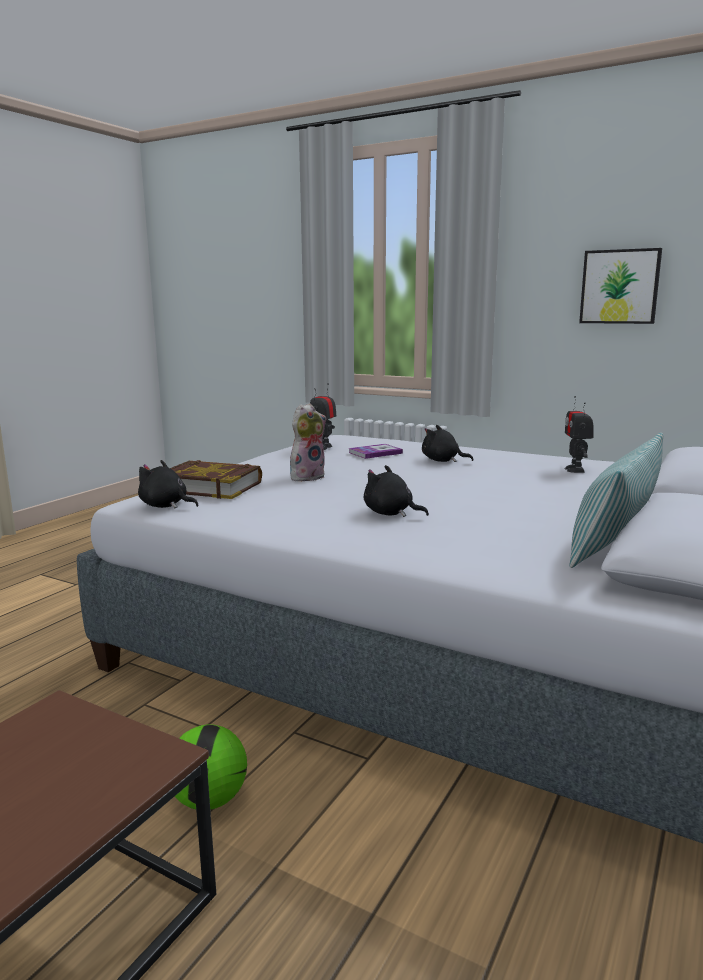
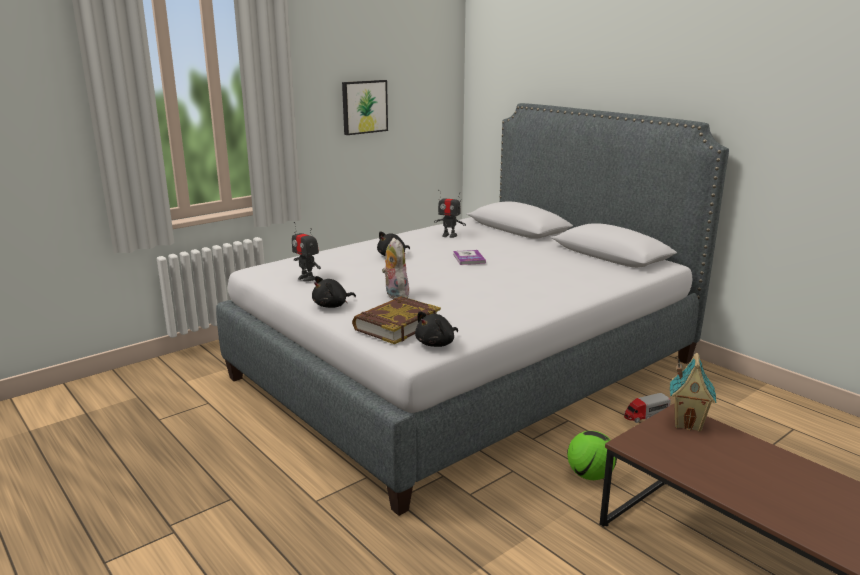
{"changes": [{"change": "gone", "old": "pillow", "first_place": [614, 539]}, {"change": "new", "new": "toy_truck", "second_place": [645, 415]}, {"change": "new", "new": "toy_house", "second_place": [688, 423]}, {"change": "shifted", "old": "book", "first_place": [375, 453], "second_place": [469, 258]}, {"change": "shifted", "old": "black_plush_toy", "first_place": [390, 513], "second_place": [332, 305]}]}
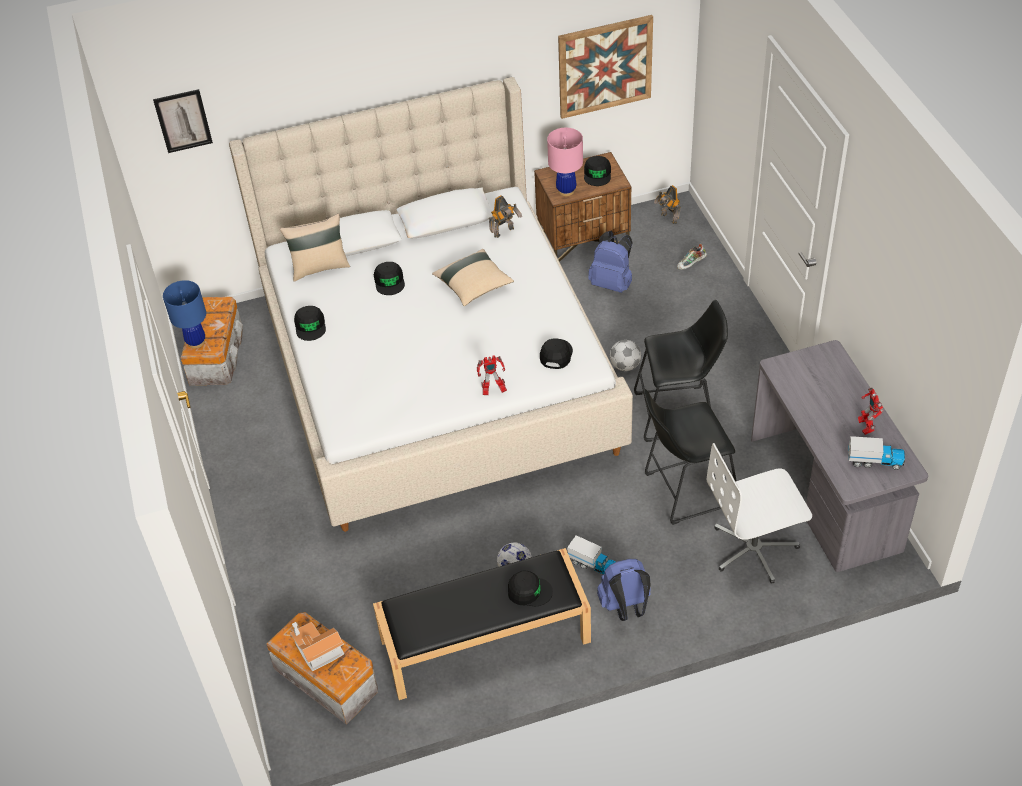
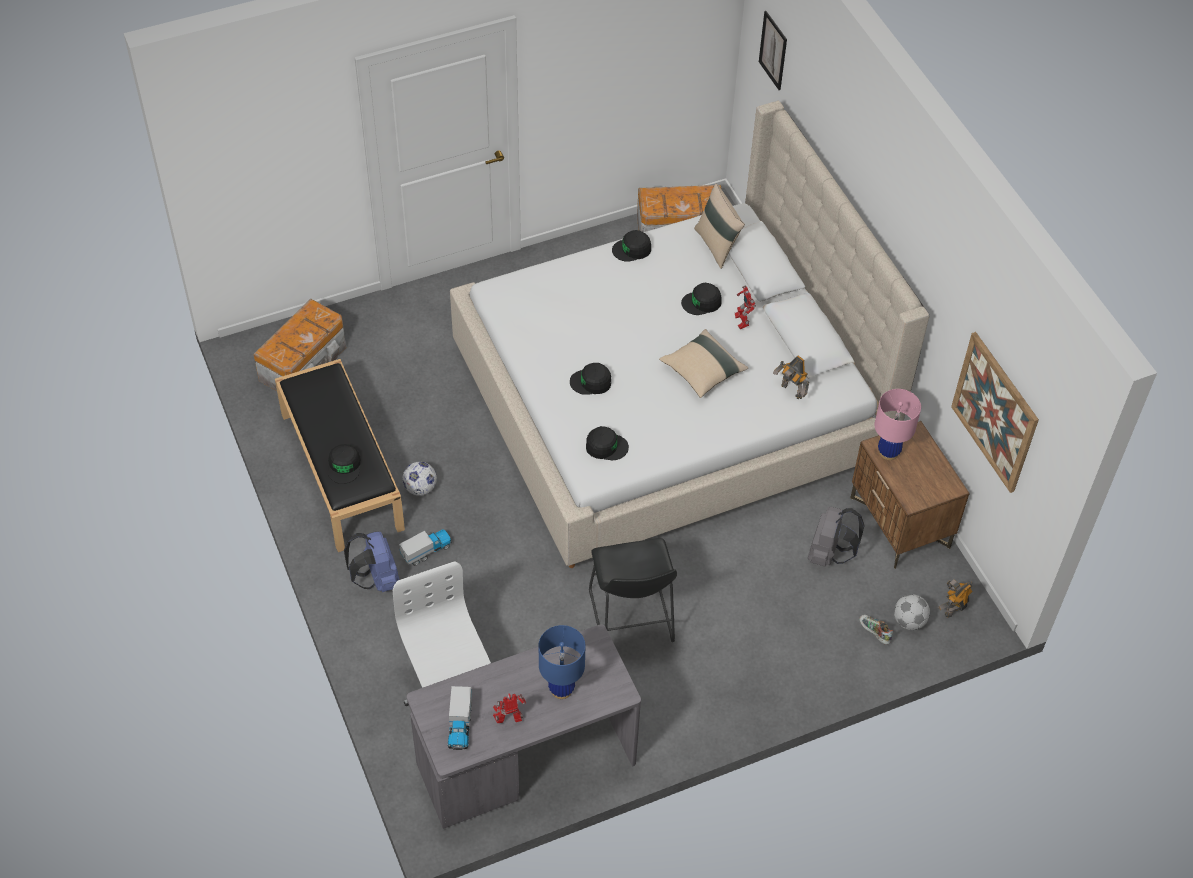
{"changes": [{"change": "gone", "old": "toy_house", "first_place": [316, 651]}, {"change": "gone", "old": "black_stool", "first_place": [685, 490]}, {"change": "shifted", "old": "blue_table_lamp", "first_place": [196, 342], "second_place": [561, 689]}, {"change": "shifted", "old": "toy_robot", "first_place": [493, 391], "second_place": [741, 321]}, {"change": "shifted", "old": "black_cap", "first_place": [597, 174], "second_place": [591, 382]}, {"change": "shifted", "old": "football", "first_place": [625, 366], "second_place": [909, 621]}, {"change": "repainted", "old": "blue_backpack", "new": "grey_backpack", "first_place": [612, 283], "second_place": [829, 554]}, {"change": "rotated", "old": "toy_truck", "first_place": [594, 565], "second_place": [426, 551], "degrees": -150}]}
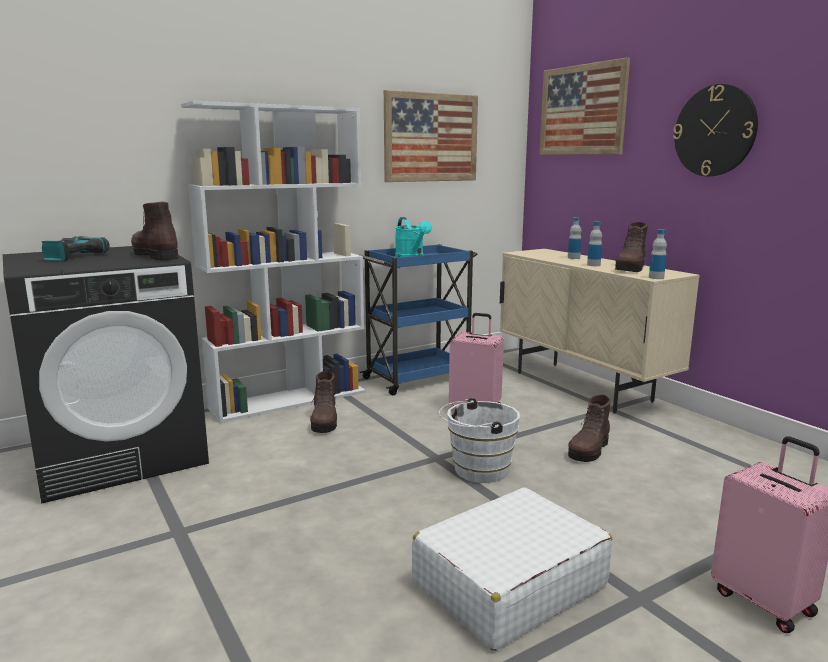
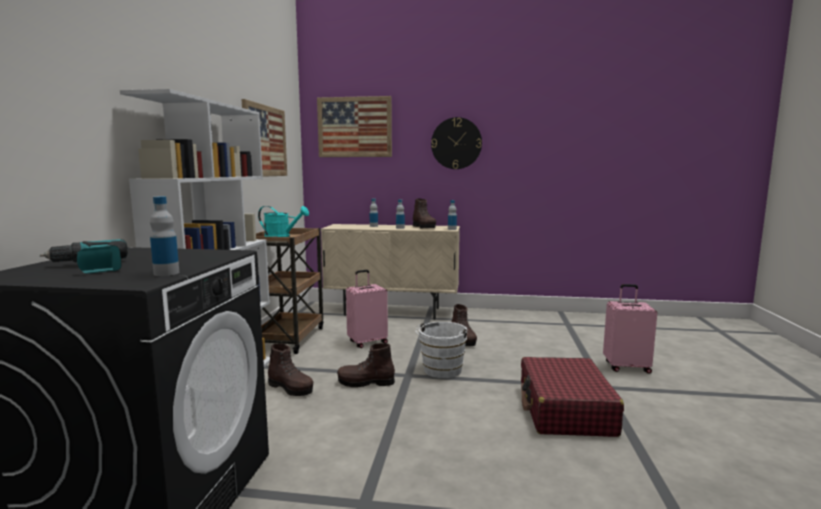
{"changes": [{"change": "new", "new": "bottle", "second_place": [166, 273]}, {"change": "shifted", "old": "brown_boot", "first_place": [155, 255], "second_place": [365, 383]}, {"change": "repainted", "old": "blue_cart", "new": "brown_cart", "first_place": [418, 378], "second_place": [289, 338]}, {"change": "repainted", "old": "white_suitcase", "new": "red_suitcase", "first_place": [508, 584], "second_place": [565, 410]}]}
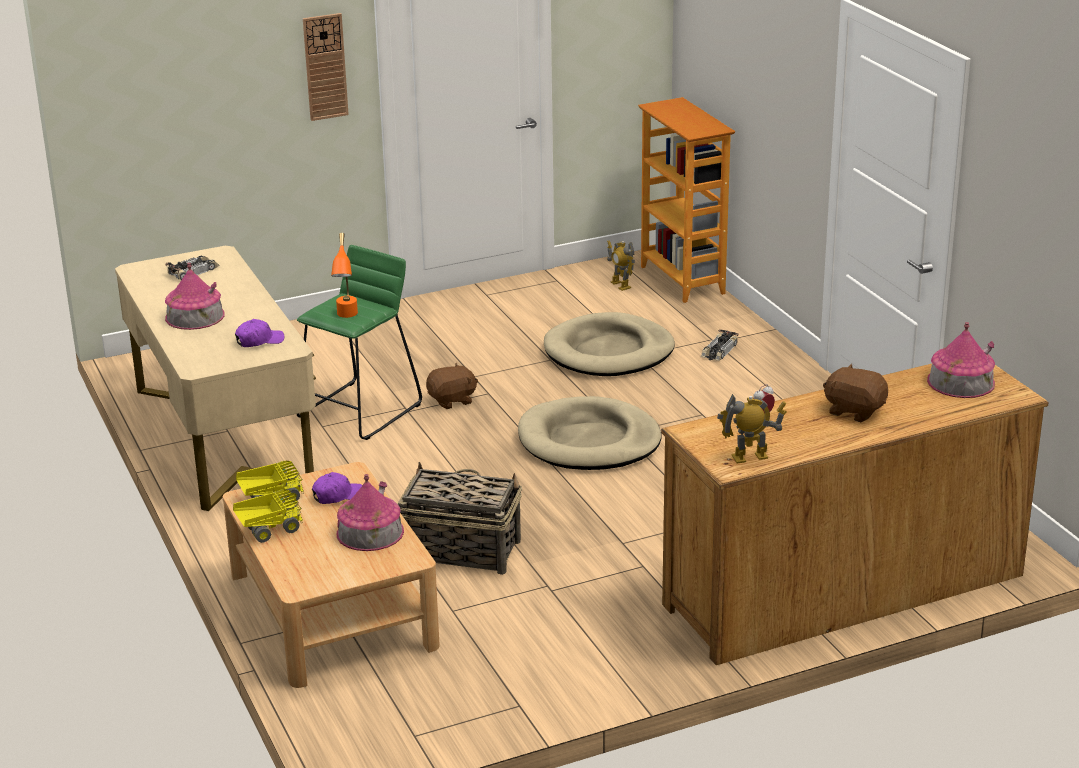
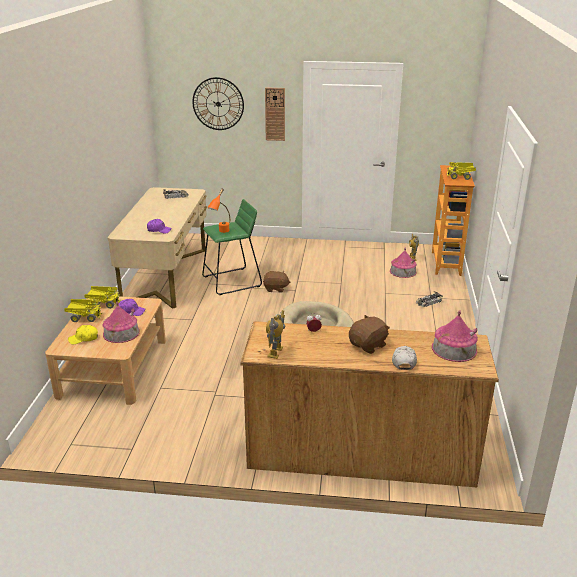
{"changes": [{"change": "gone", "old": "basket", "first_place": [460, 550]}, {"change": "gone", "old": "beige_dog_bed", "first_place": [609, 351]}, {"change": "new", "new": "yellow_cap", "second_place": [84, 338]}, {"change": "new", "new": "wall_clock", "second_place": [218, 104]}, {"change": "new", "new": "white_cap", "second_place": [403, 361]}, {"change": "new", "new": "toy_truck", "second_place": [460, 177]}, {"change": "shifted", "old": "toy_house", "first_place": [195, 316], "second_place": [403, 271]}, {"change": "rotated", "old": "toy_robot", "first_place": [750, 457], "second_place": [275, 352], "degrees": -90}, {"change": "rotated", "old": "brown_plush_toy", "first_place": [854, 411], "second_place": [368, 345], "degrees": 75}]}
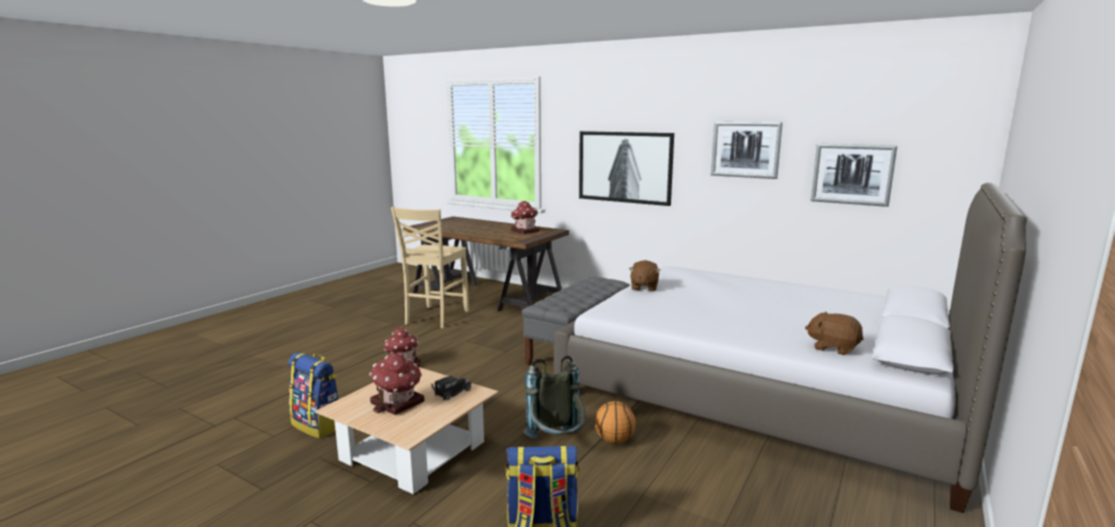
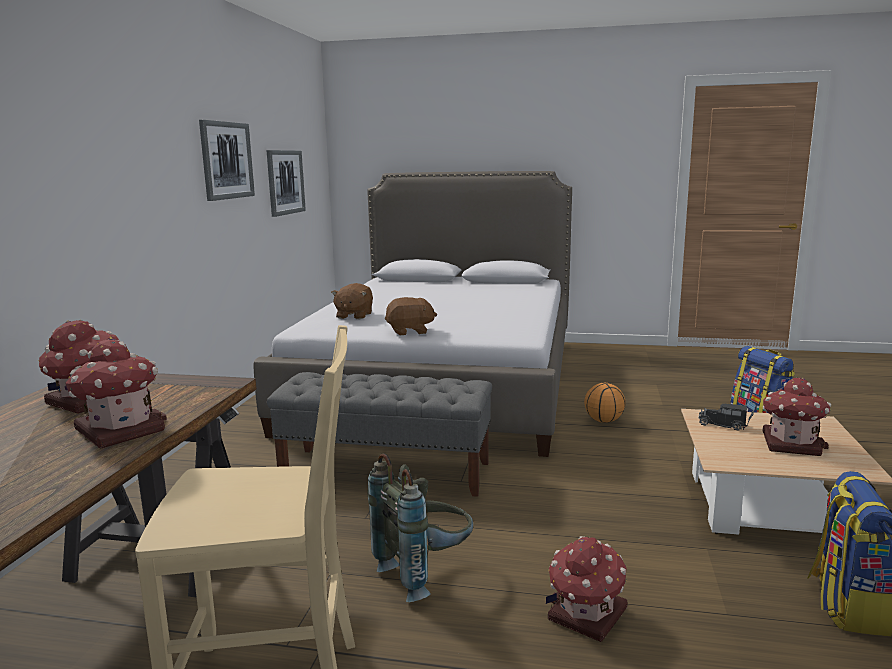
{"changes": [{"change": "gone", "old": "picture", "first_place": [624, 167]}, {"change": "new", "new": "toy_house", "second_place": [120, 430]}, {"change": "shifted", "old": "grey_backpack", "first_place": [557, 444], "second_place": [425, 573]}, {"change": "shifted", "old": "brown_plush_toy", "first_place": [833, 347], "second_place": [354, 316]}]}
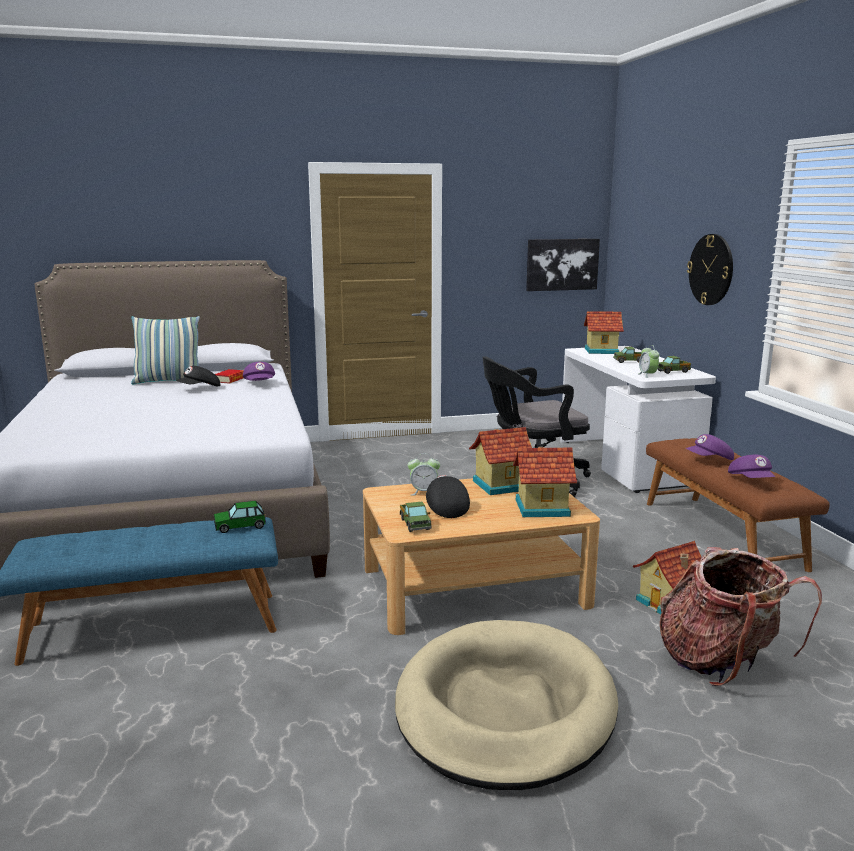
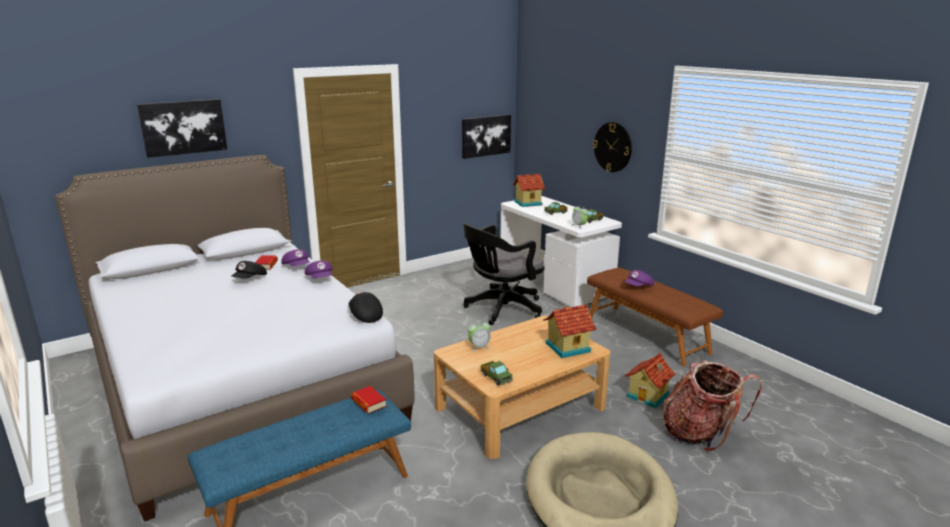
{"changes": [{"change": "gone", "old": "pillow", "first_place": [168, 381]}, {"change": "gone", "old": "toy_house", "first_place": [500, 485]}, {"change": "new", "new": "picture", "second_place": [183, 127]}, {"change": "shifted", "old": "black_cap", "first_place": [445, 508], "second_place": [364, 315]}, {"change": "shifted", "old": "purple_cap", "first_place": [751, 481], "second_place": [320, 279]}, {"change": "swapped", "old": "toy_car", "new": "book", "first_place": [240, 526], "second_place": [368, 403]}]}
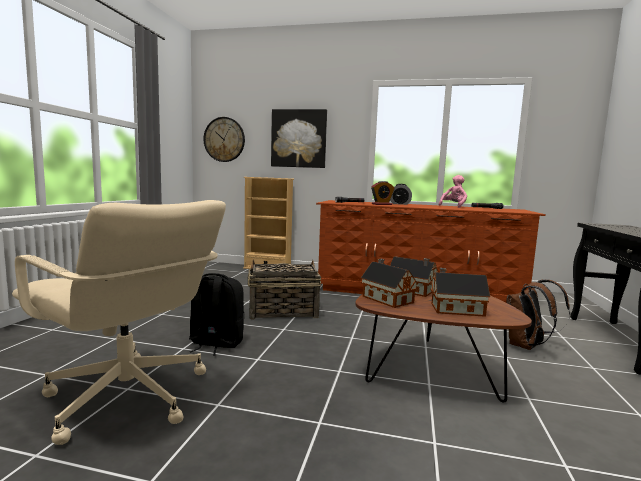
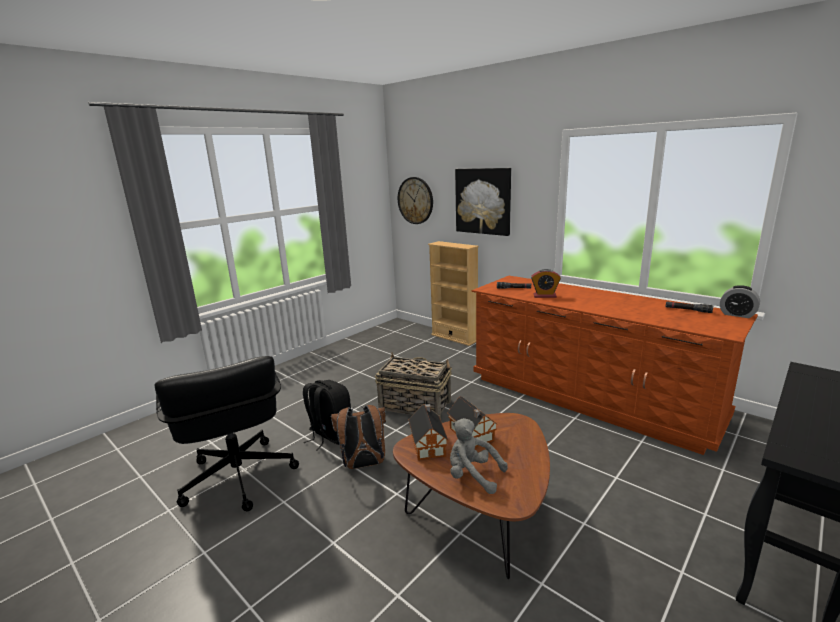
{"changes": [{"change": "gone", "old": "pink_plush_toy", "first_place": [453, 206]}, {"change": "shifted", "old": "alarm_clock", "first_place": [400, 204], "second_place": [737, 314]}, {"change": "shifted", "old": "brown_backpack", "first_place": [527, 346], "second_place": [363, 464]}, {"change": "swapped", "old": "toy_house", "new": "grey_plush_toy", "first_place": [454, 309], "second_place": [473, 476]}, {"change": "repainted", "old": "beige_office_chair", "new": "black_office_chair", "first_place": [127, 398], "second_place": [238, 478]}]}
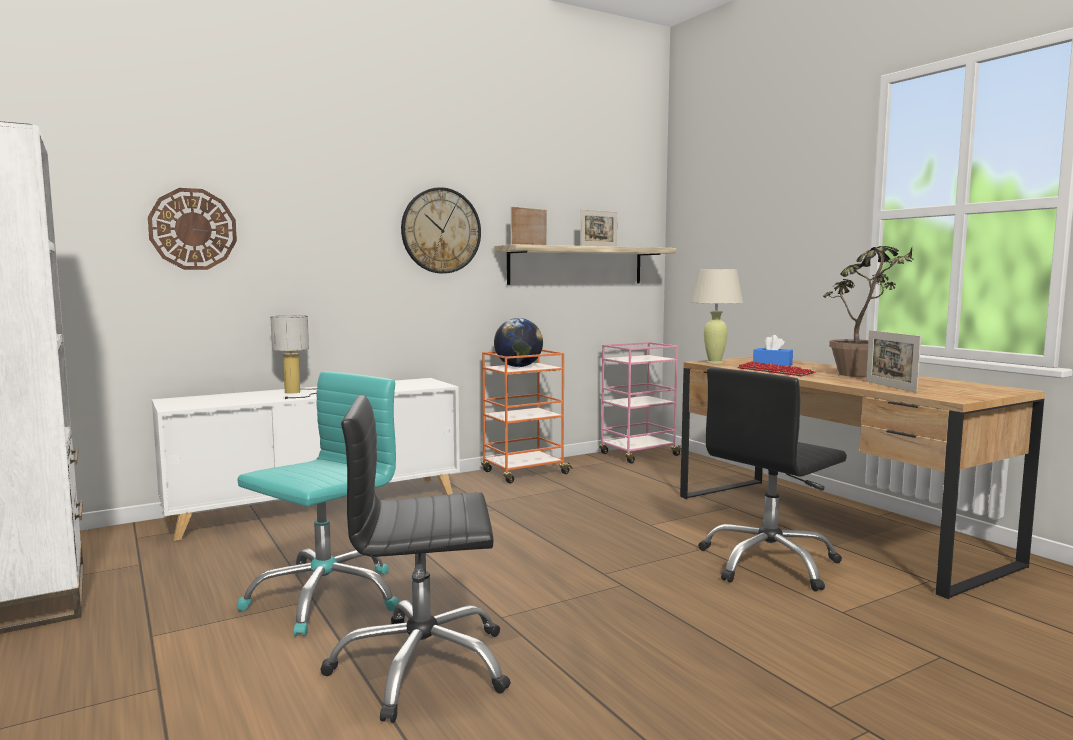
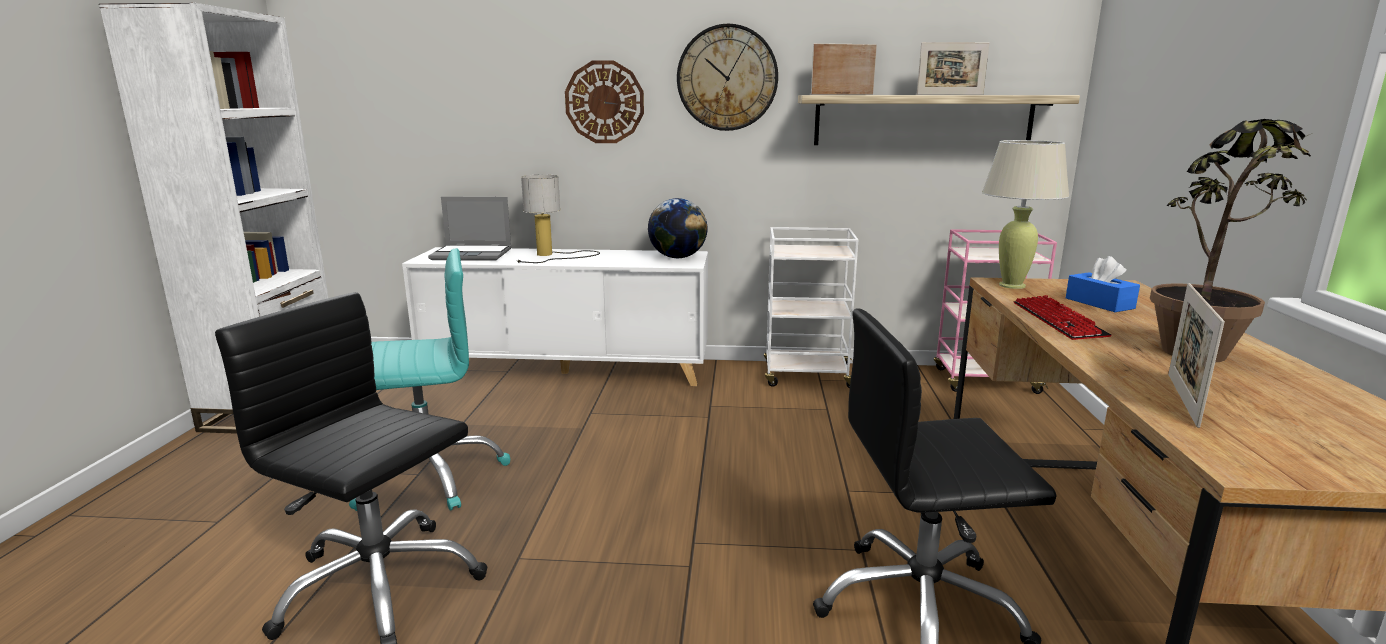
{"changes": [{"change": "new", "new": "laptop", "second_place": [473, 254]}, {"change": "shifted", "old": "wall_clock", "first_place": [193, 229], "second_place": [604, 102]}, {"change": "shifted", "old": "globe", "first_place": [518, 366], "second_place": [677, 257]}, {"change": "repainted", "old": "orange_cart", "new": "white_cart", "first_place": [524, 473], "second_place": [806, 376]}]}
